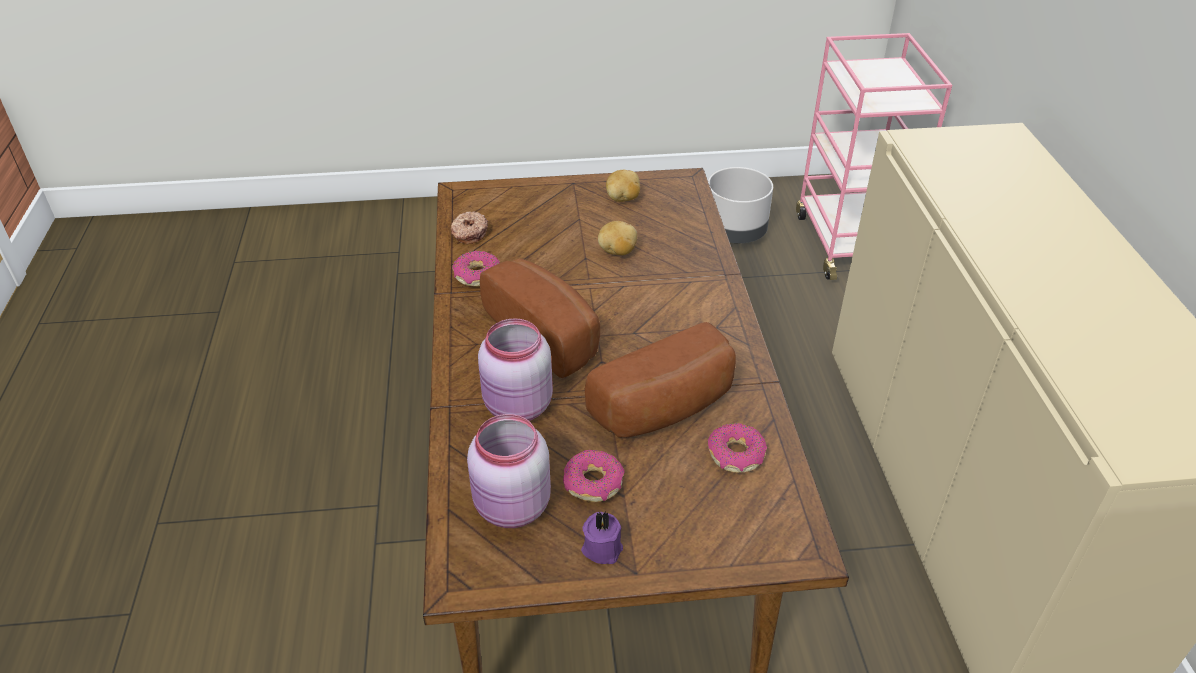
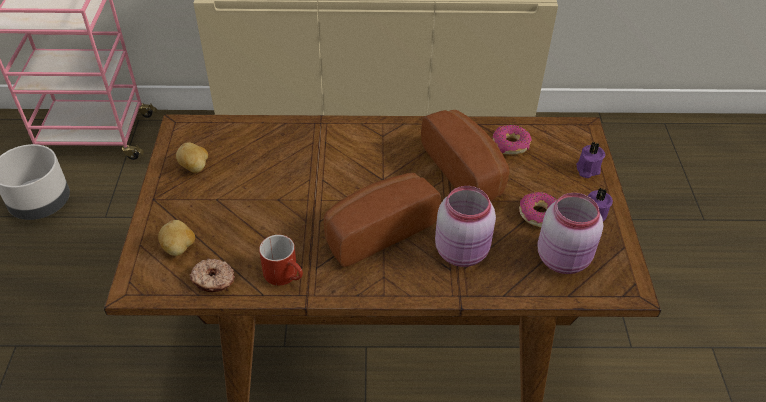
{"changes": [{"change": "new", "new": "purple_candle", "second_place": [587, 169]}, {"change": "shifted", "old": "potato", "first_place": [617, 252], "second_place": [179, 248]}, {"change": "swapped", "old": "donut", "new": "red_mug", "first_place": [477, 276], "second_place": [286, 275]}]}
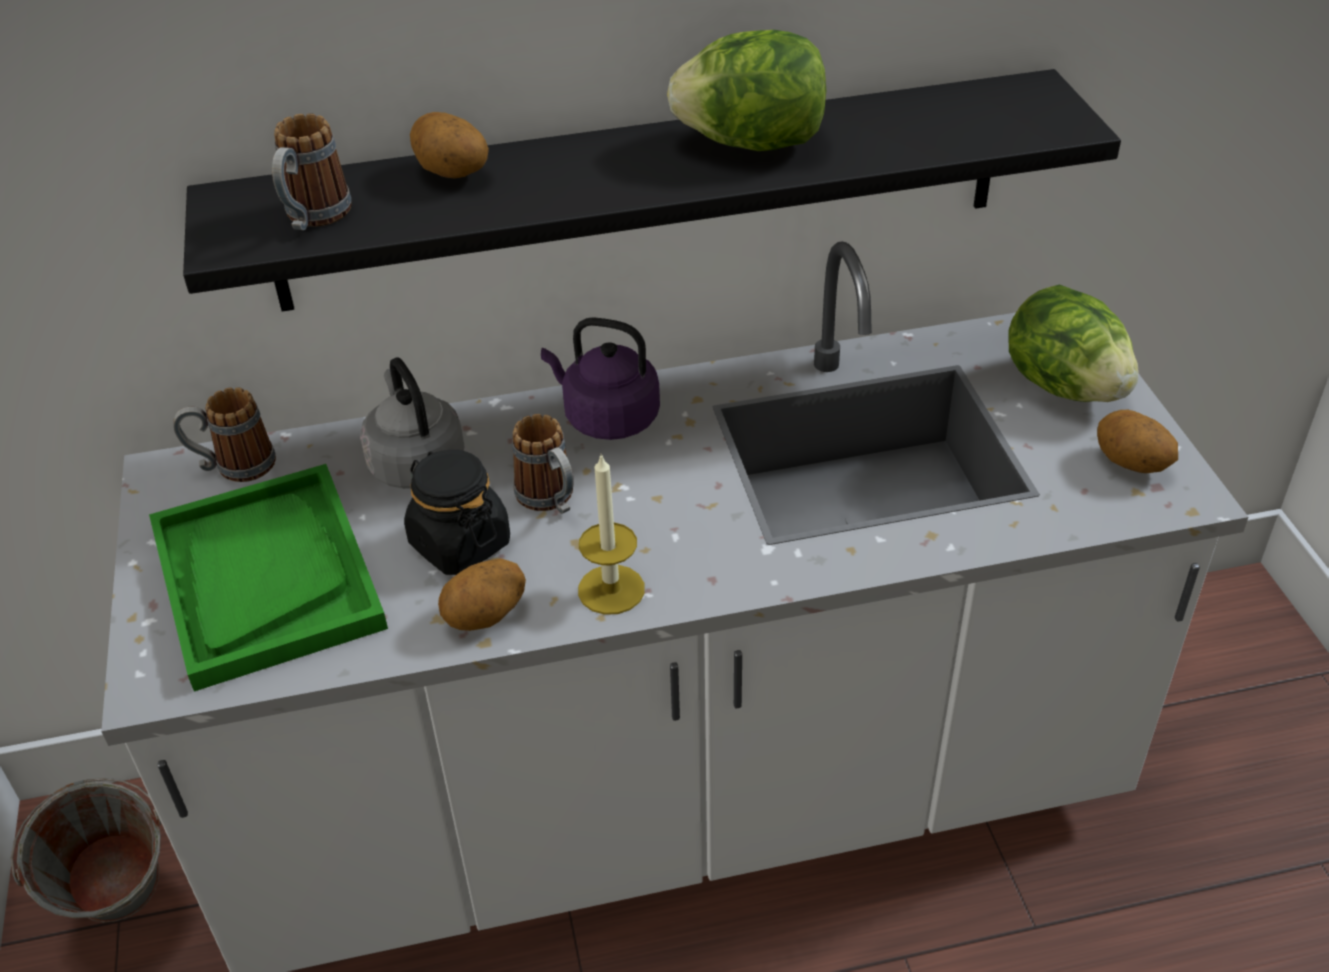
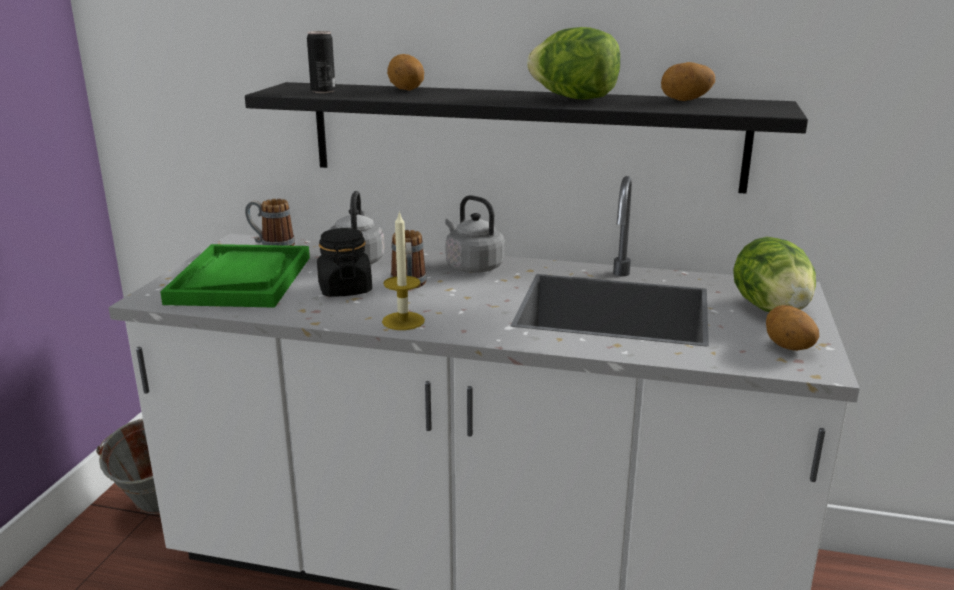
{"changes": [{"change": "shifted", "old": "potato", "first_place": [486, 617], "second_place": [686, 100]}, {"change": "swapped", "old": "mug", "new": "can", "first_place": [313, 219], "second_place": [323, 91]}, {"change": "repainted", "old": "purple_kettle", "new": "grey_kettle", "first_place": [607, 418], "second_place": [472, 266]}]}
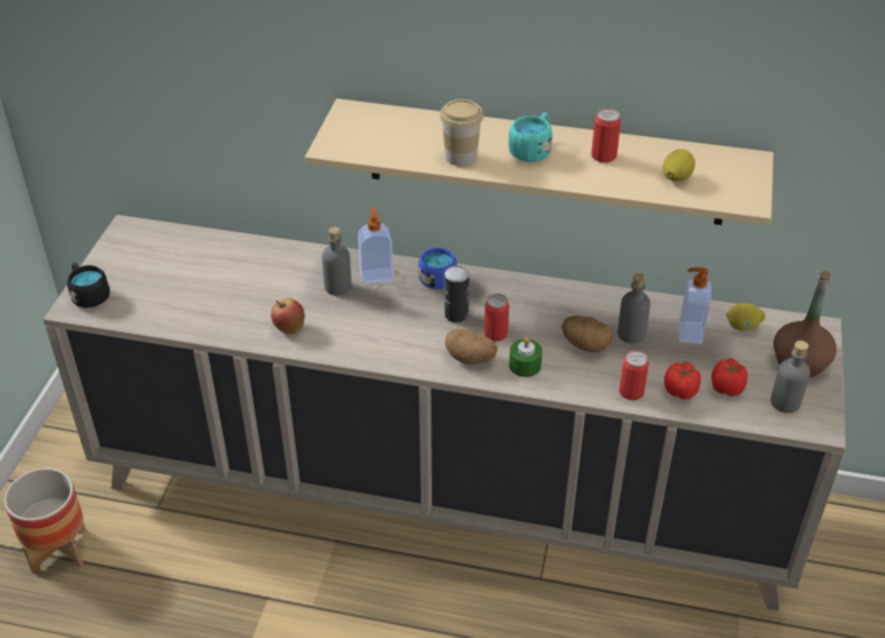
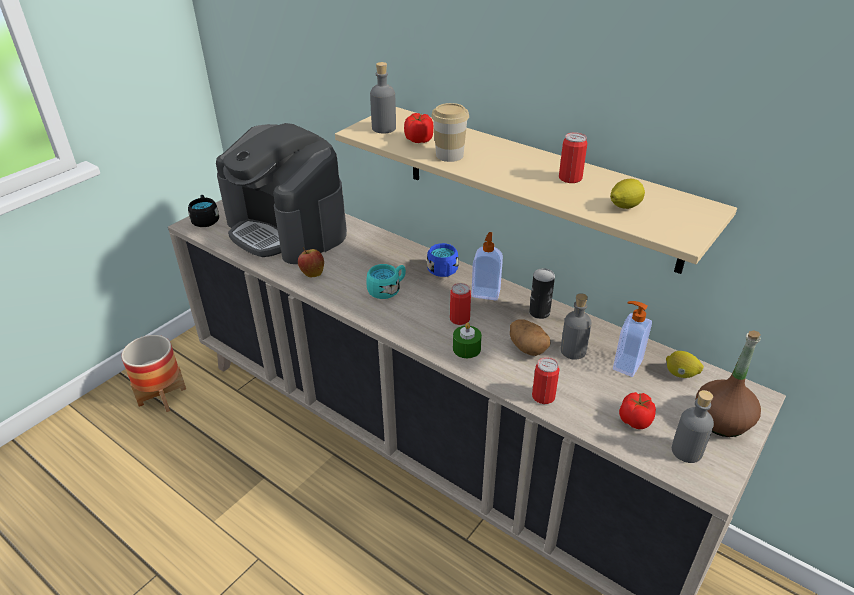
{"changes": [{"change": "gone", "old": "potato", "first_place": [471, 359]}, {"change": "new", "new": "coffee_machine", "second_place": [287, 229]}, {"change": "shifted", "old": "grey_bottle", "first_place": [338, 287], "second_place": [384, 128]}, {"change": "shifted", "old": "soap_dispenser", "first_place": [376, 275], "second_place": [486, 293]}, {"change": "shifted", "old": "can", "first_place": [456, 315], "second_place": [539, 312]}, {"change": "shifted", "old": "turquoise_mug", "first_place": [532, 149], "second_place": [387, 290]}, {"change": "shifted", "old": "tomato", "first_place": [680, 391], "second_place": [418, 140]}]}
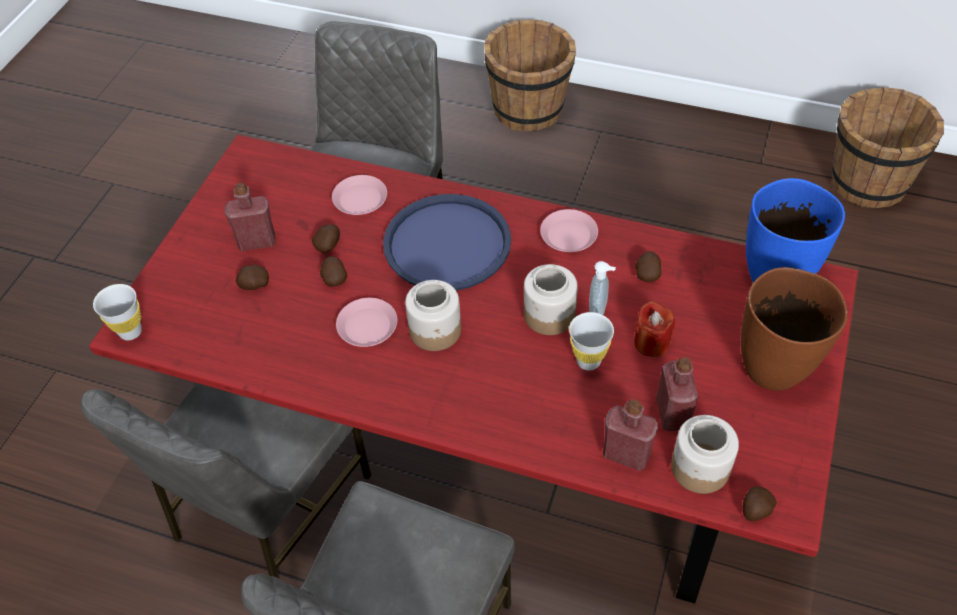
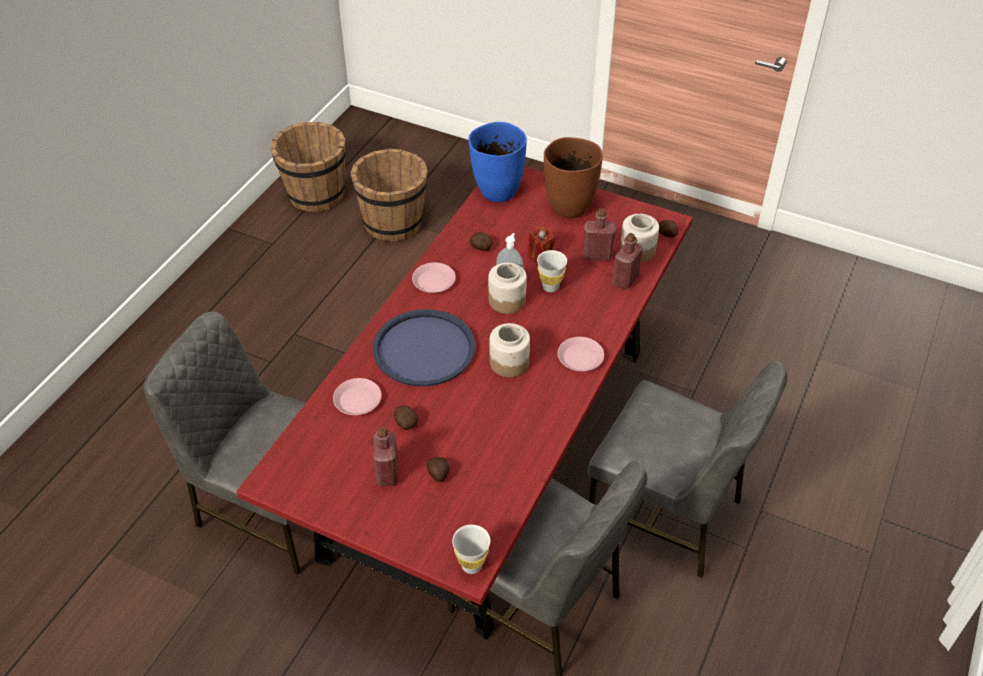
{"changes": [{"change": "gone", "old": "potato", "first_place": [334, 278]}, {"change": "shifted", "old": "pink_plate", "first_place": [367, 326], "second_place": [580, 357]}, {"change": "shifted", "old": "brown_bucket", "first_place": [529, 109], "second_place": [393, 222]}]}
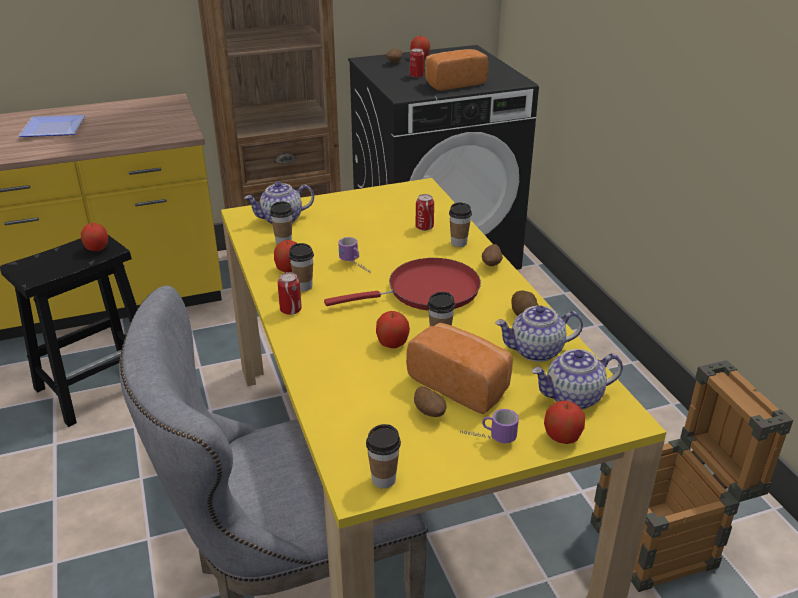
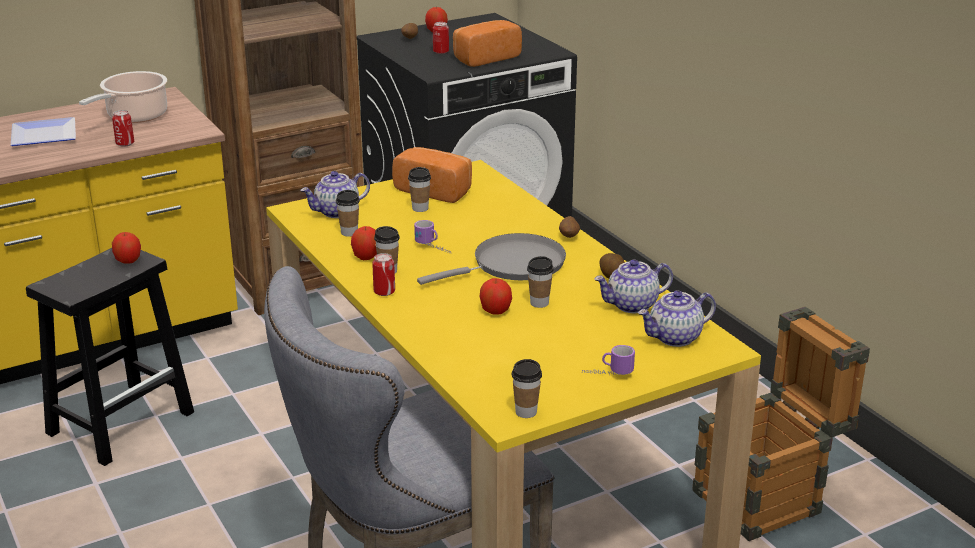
{"changes": [{"change": "gone", "old": "potato", "first_place": [429, 413]}, {"change": "gone", "old": "apple", "first_place": [562, 437]}, {"change": "new", "new": "cooking_pot", "second_place": [134, 117]}, {"change": "shifted", "old": "bread", "first_place": [461, 383], "second_place": [435, 190]}, {"change": "shifted", "old": "can", "first_place": [424, 227], "second_place": [125, 144]}, {"change": "shifted", "old": "cup", "first_place": [459, 243], "second_place": [420, 208]}, {"change": "repainted", "old": "red_frying_pan", "new": "grey_frying_pan", "first_place": [427, 291], "second_place": [513, 265]}]}
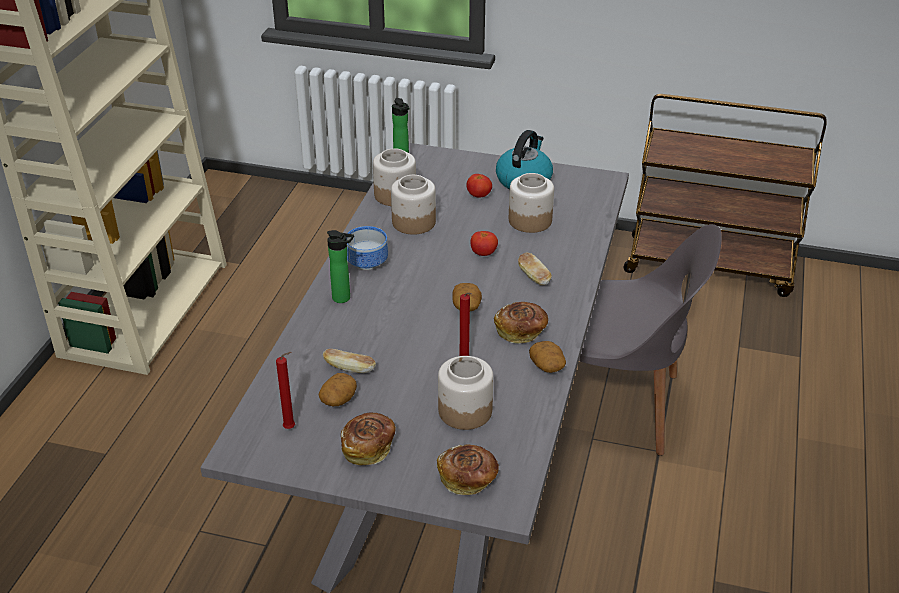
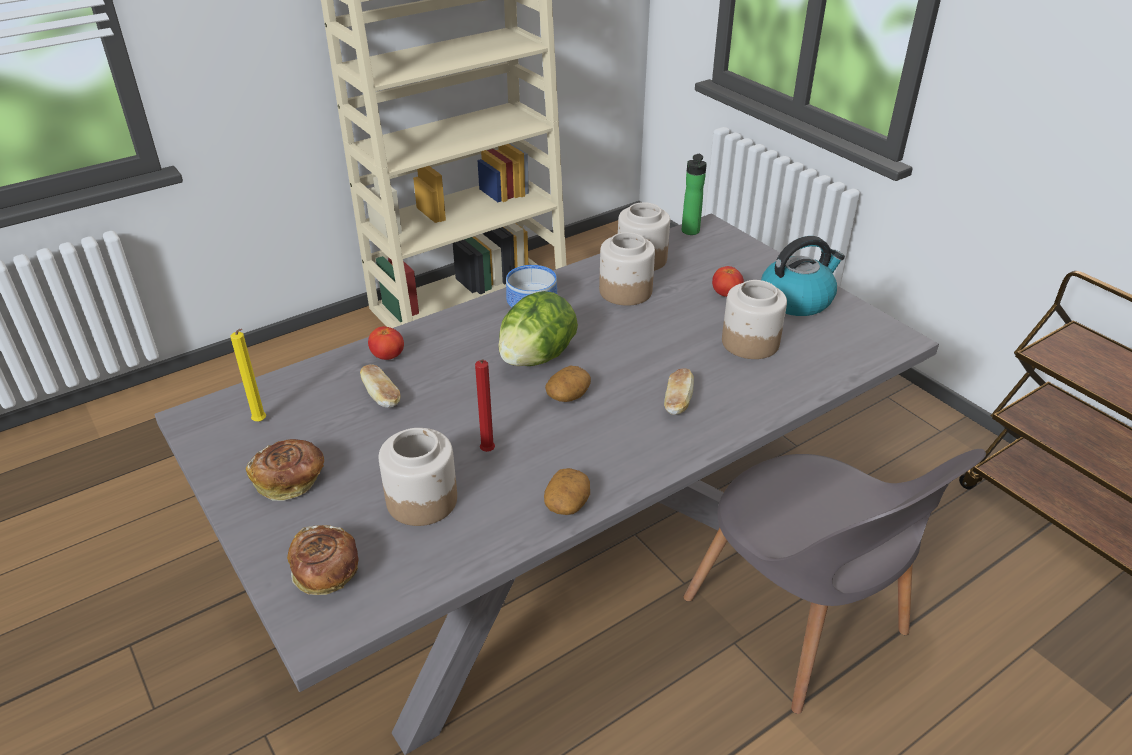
{"changes": [{"change": "gone", "old": "potato", "first_place": [338, 399]}, {"change": "gone", "old": "bottle", "first_place": [344, 298]}, {"change": "gone", "old": "bread", "first_place": [521, 331]}, {"change": "new", "new": "lettuce", "second_place": [537, 357]}, {"change": "shifted", "old": "tomato", "first_place": [483, 253], "second_place": [388, 356]}, {"change": "repainted", "old": "red_candle", "new": "yellow_candle", "first_place": [291, 428], "second_place": [261, 422]}]}
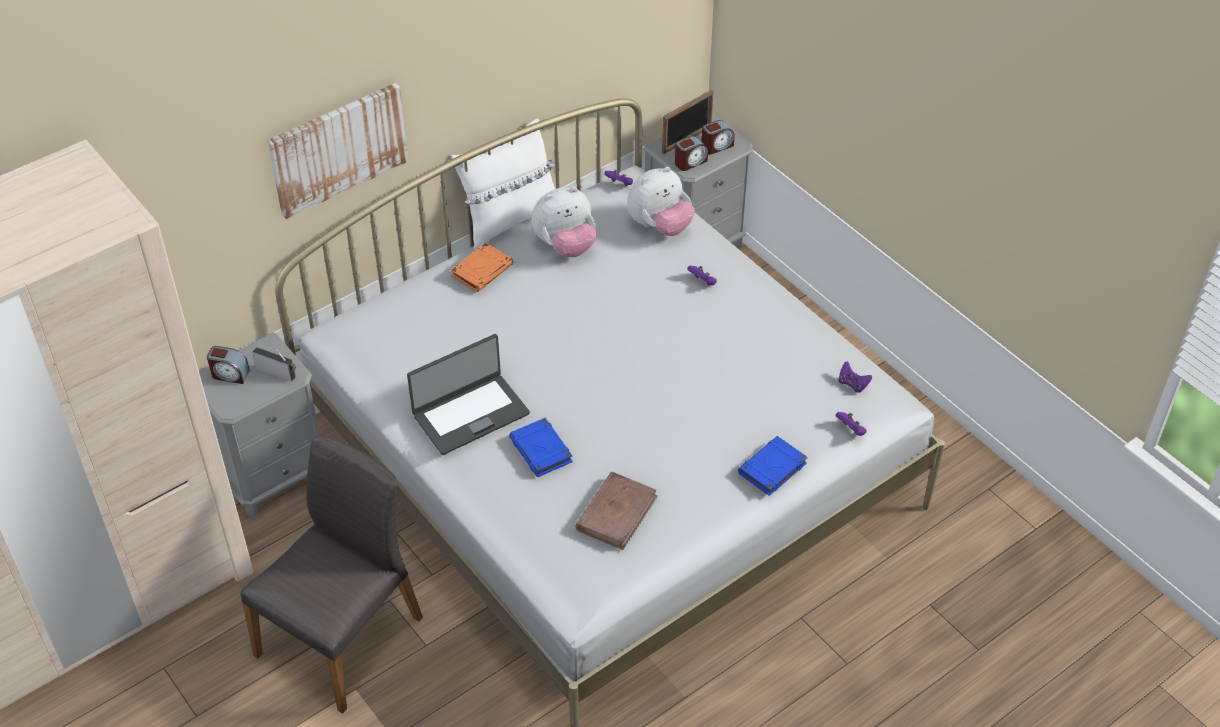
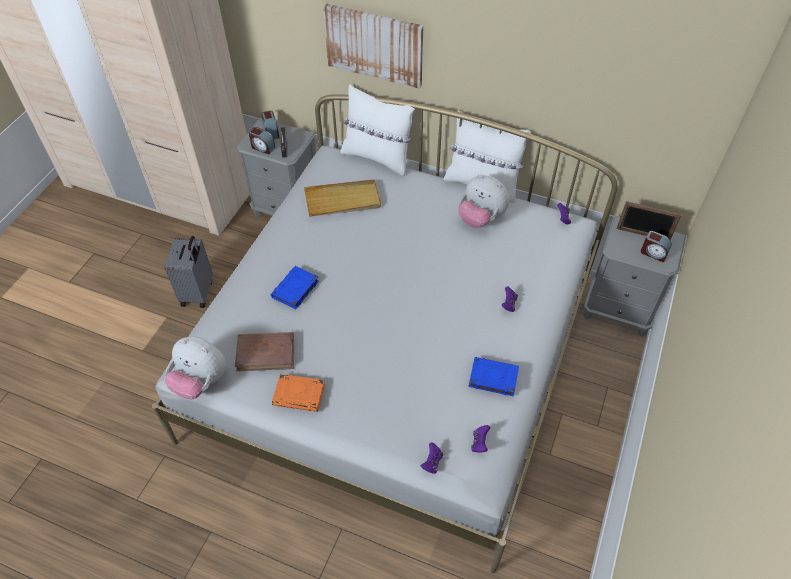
{"changes": [{"change": "gone", "old": "laptop", "first_place": [470, 413]}, {"change": "new", "new": "beige_tray", "second_place": [343, 200]}, {"change": "new", "new": "white_pillow", "second_place": [377, 157]}, {"change": "shifted", "old": "orange_book", "first_place": [482, 270], "second_place": [299, 395]}, {"change": "shifted", "old": "plush_toy", "first_place": [660, 226], "second_place": [200, 381]}, {"change": "shifted", "old": "alarm_clock", "first_place": [690, 162], "second_place": [262, 147]}, {"change": "shifted", "old": "blue_book", "first_place": [772, 469], "second_place": [492, 378]}, {"change": "swapped", "old": "grey_chair", "new": "grey_suitcase", "first_place": [342, 635], "second_place": [198, 293]}]}
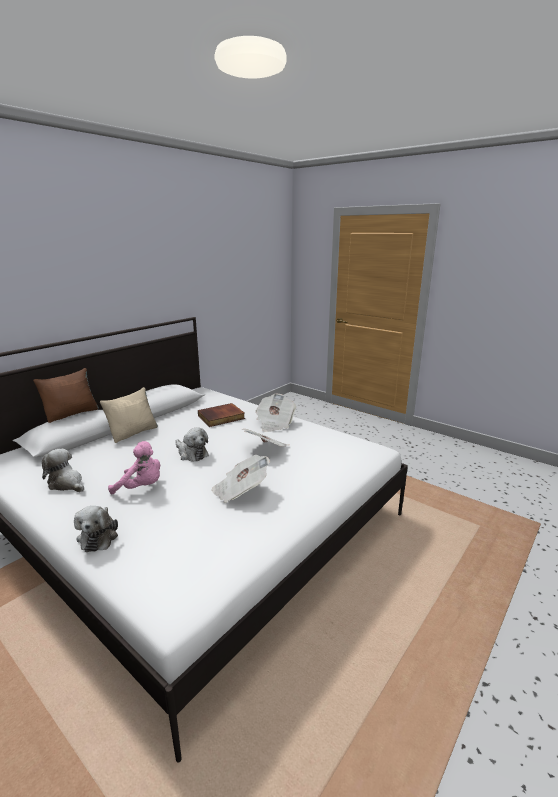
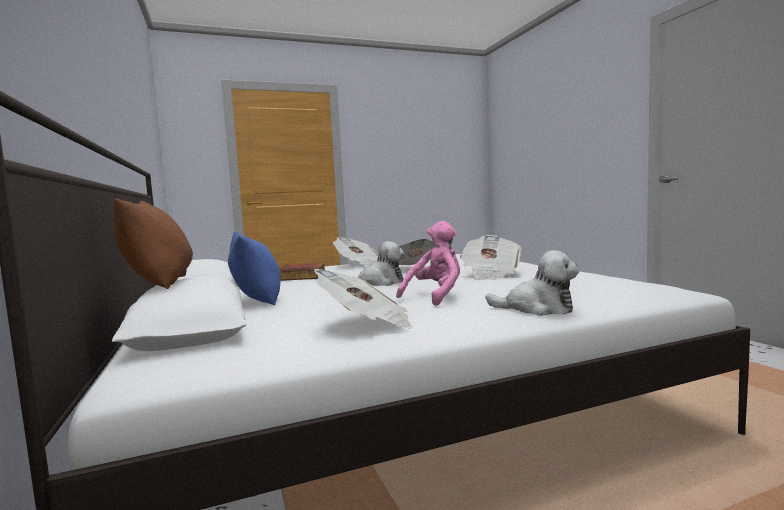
{"changes": [{"change": "swapped", "old": "plush_toy", "new": "newspaper", "first_place": [66, 483], "second_place": [367, 324]}, {"change": "repainted", "old": "beige_pillow", "new": "blue_pillow", "first_place": [133, 433], "second_place": [257, 300]}]}
